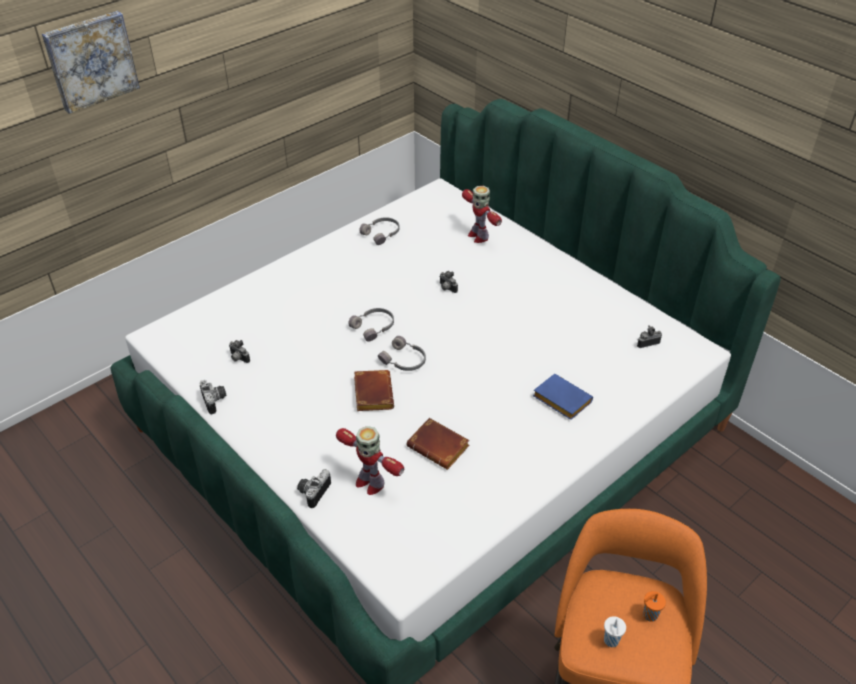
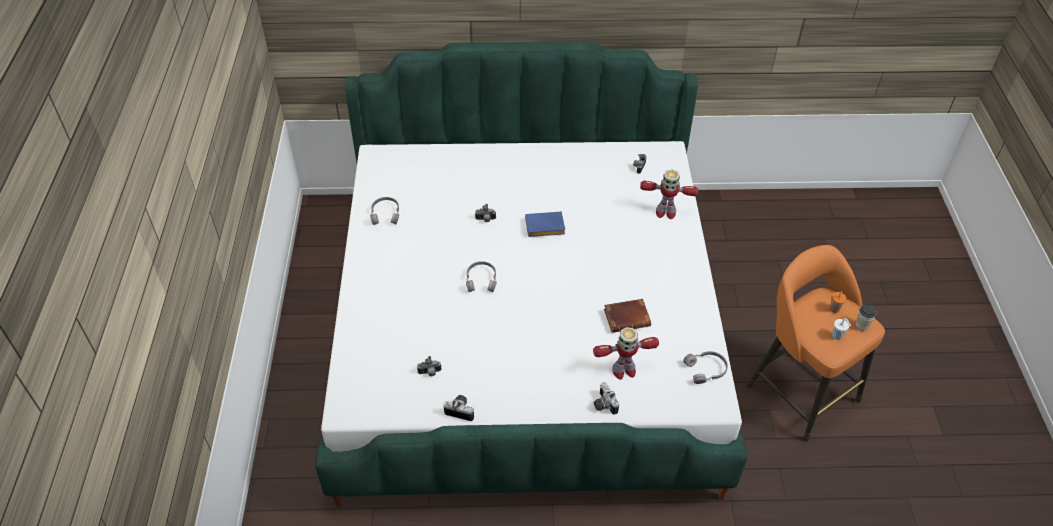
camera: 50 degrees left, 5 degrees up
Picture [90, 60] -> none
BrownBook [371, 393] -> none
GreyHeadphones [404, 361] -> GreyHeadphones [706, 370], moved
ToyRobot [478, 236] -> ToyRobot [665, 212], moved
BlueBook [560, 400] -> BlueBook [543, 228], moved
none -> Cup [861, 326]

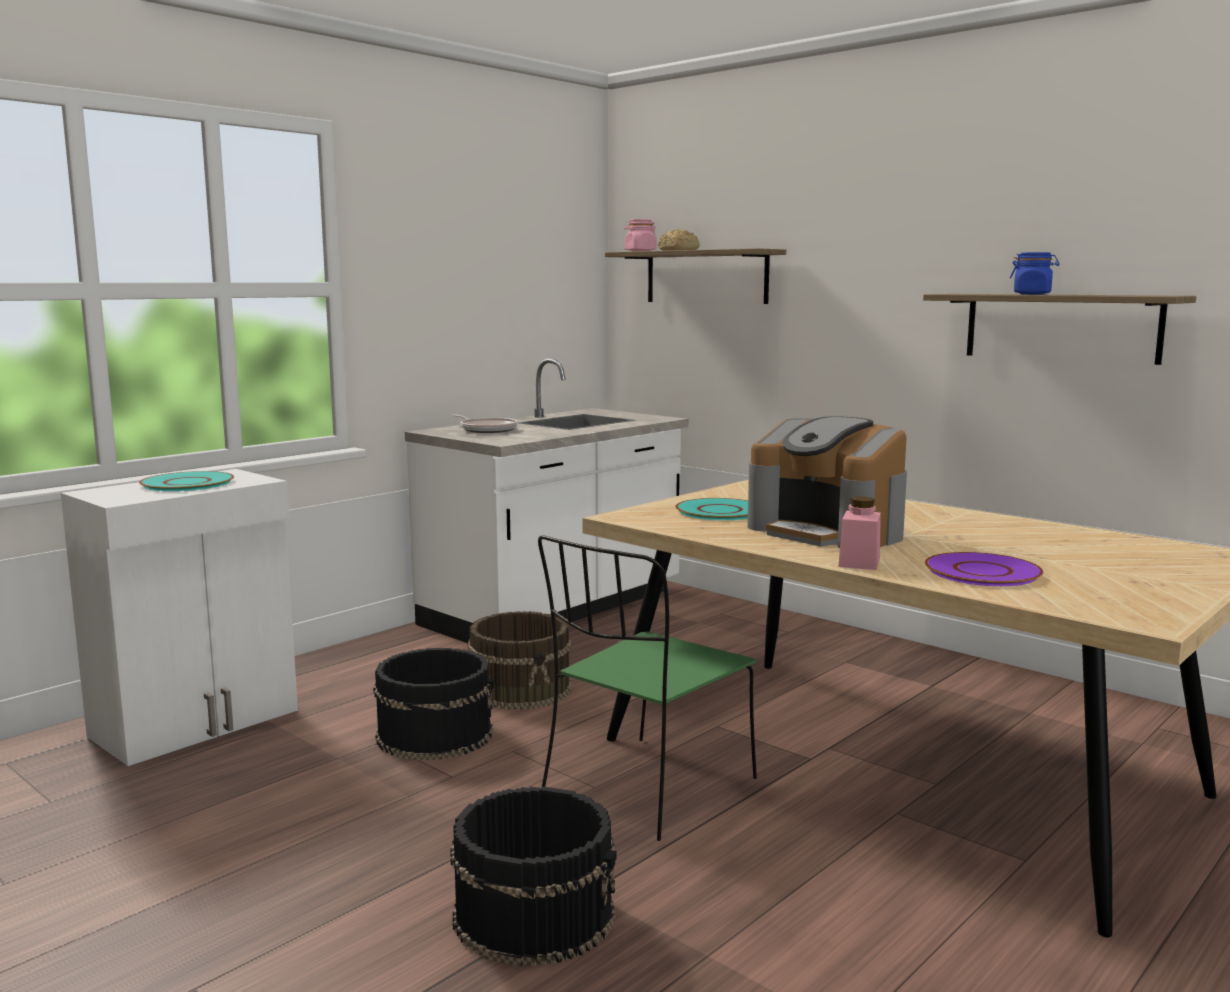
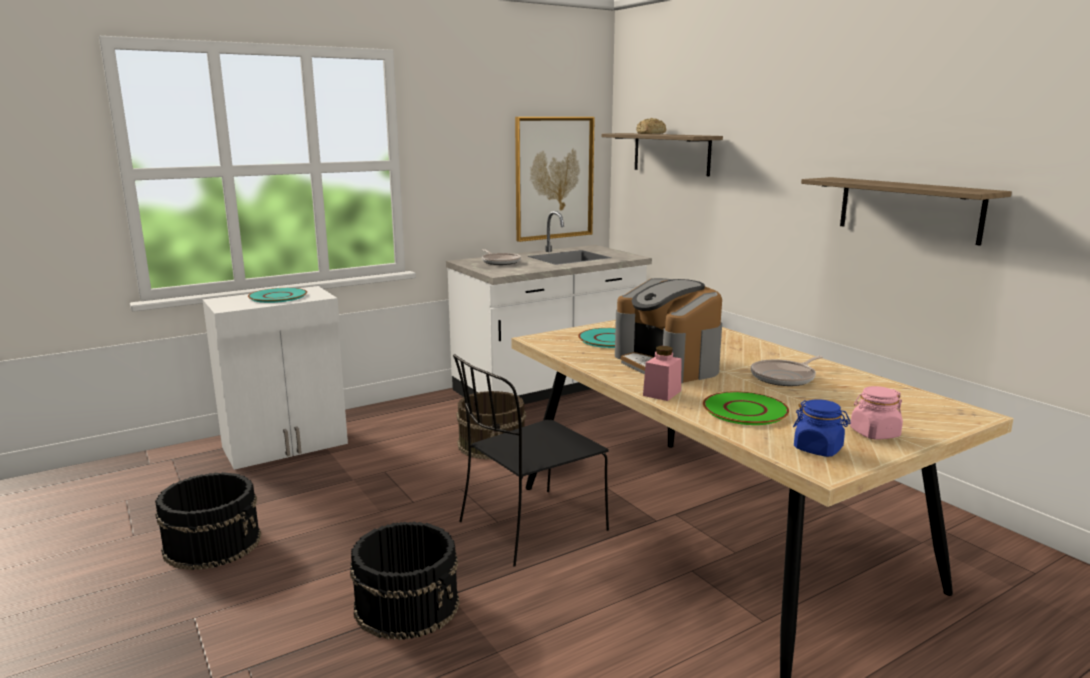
camera: 15 degrees right, 5 degrees up
BlackBucket [435, 734] -> BlackBucket [213, 543], moved
GreenChair [646, 789] -> BlackChair [530, 528]
PinkJar [640, 251] -> PinkJar [874, 433], moved
PurplePlate [982, 571] -> GreenPlate [745, 410]
BlueJar [1032, 294] -> BlueJar [818, 449], moved
none -> Picture [554, 178]
none -> FryingPan [785, 377]

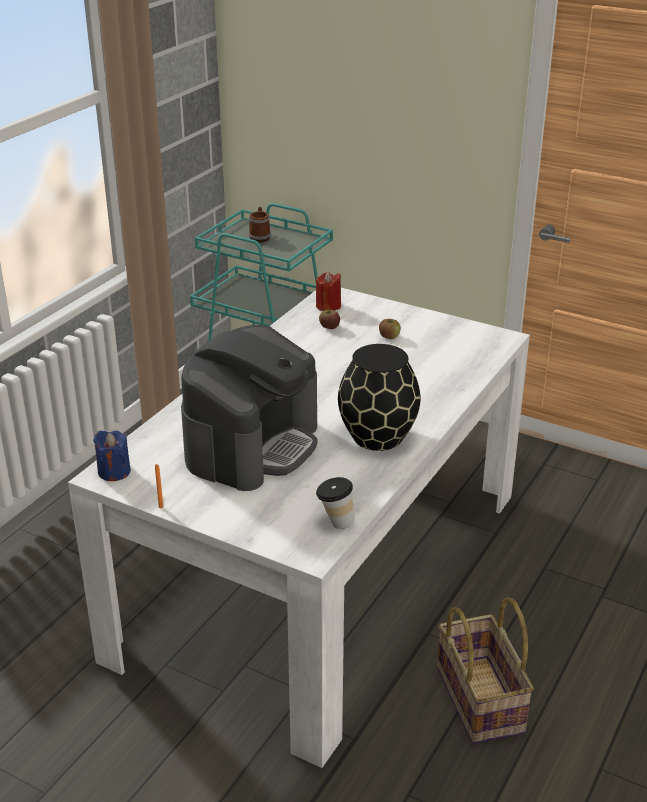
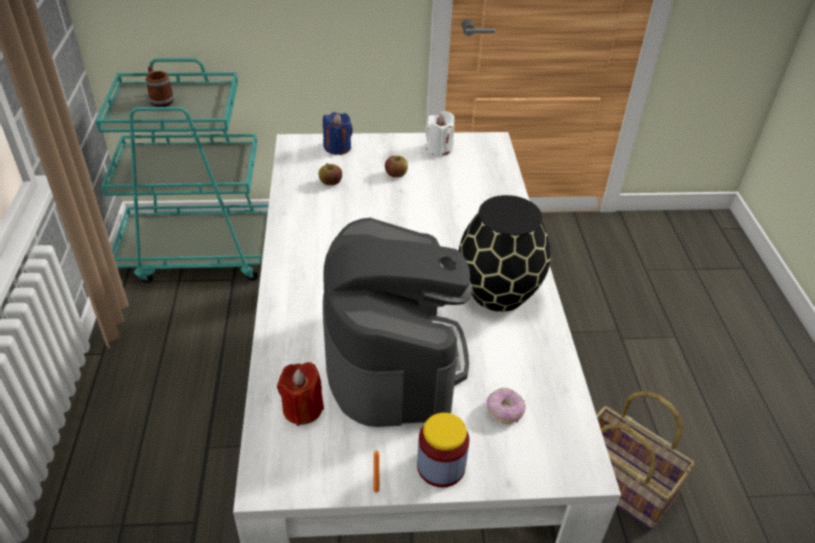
camera: 35 degrees left, 10 degrees up
BlueCandle [114, 472] -> BlueCandle [337, 147], moved
RedCandle [328, 306] -> RedCandle [302, 409], moved
Cup [335, 522] -> none
none -> Jar [441, 466]
none -> WhiteCandle [439, 148]
none -> Donut [504, 411]

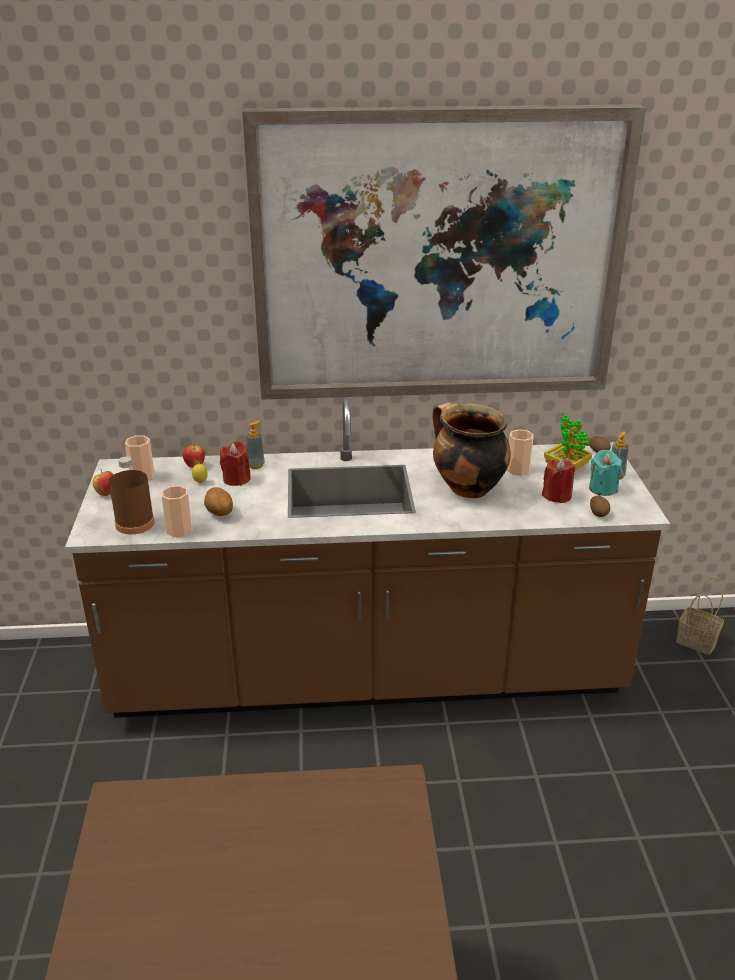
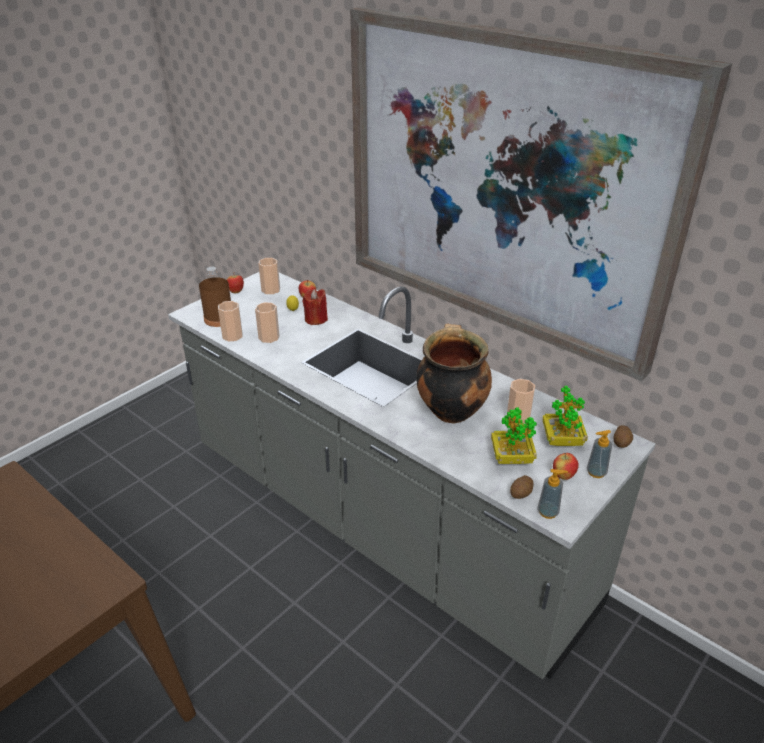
camera: 45 degrees right, 5 degrees up
BrownCounter [367, 675] -> GreyCounter [382, 524]
Potato [219, 513] -> Cup [269, 337]
SoapDispenser [256, 465] -> SoapDispenser [548, 512], moved
RedCandle [557, 496] -> PottedPlant [511, 458]
TurquoiseCandle [603, 489] -> Apple [563, 476]
Basket [698, 641] -> none

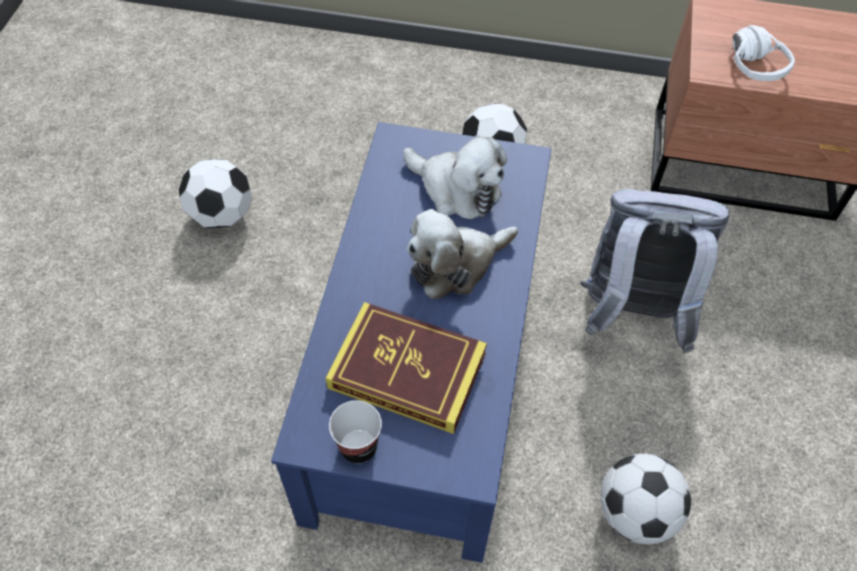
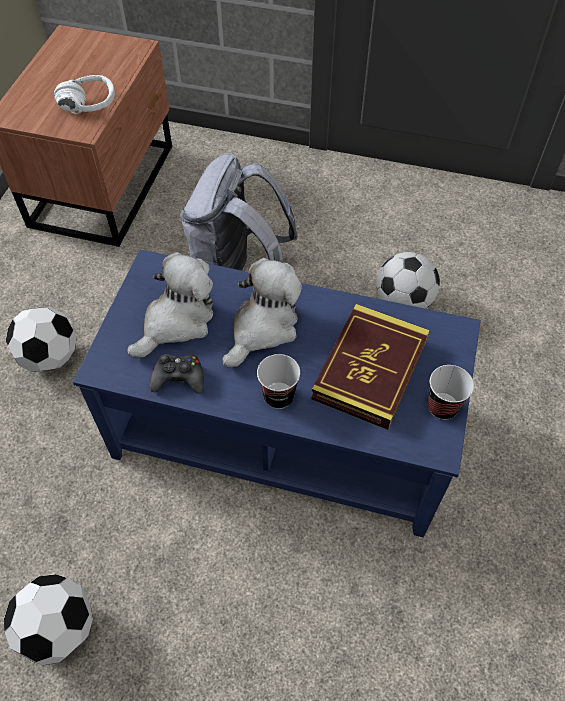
camera: 85 degrees left, 0 degrees up
PlushToy [456, 265] -> PlushToy [263, 327], 120 degrees counterclockwise
none -> BlackGameController [179, 378]
none -> Cup [278, 396]

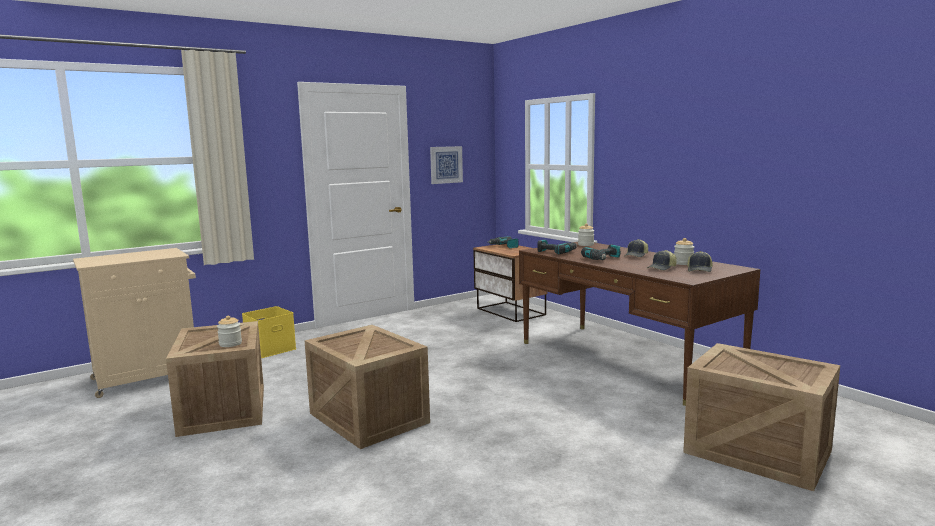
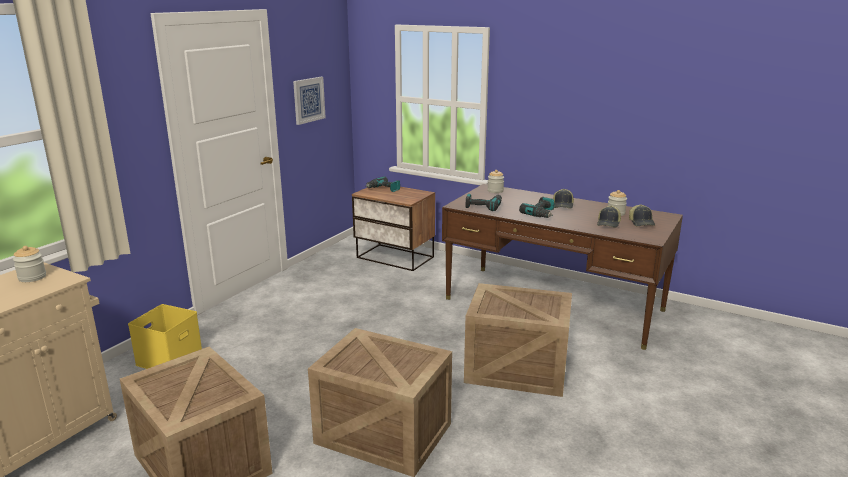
camera: 25 degrees left, 10 degrees up
Jar [230, 344] -> Jar [32, 277], moved
Crate [759, 452] -> Crate [518, 369], moved

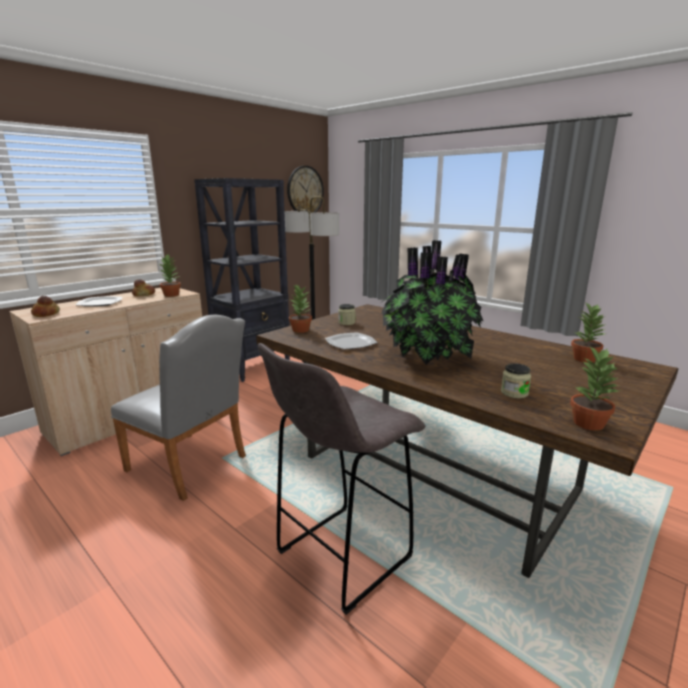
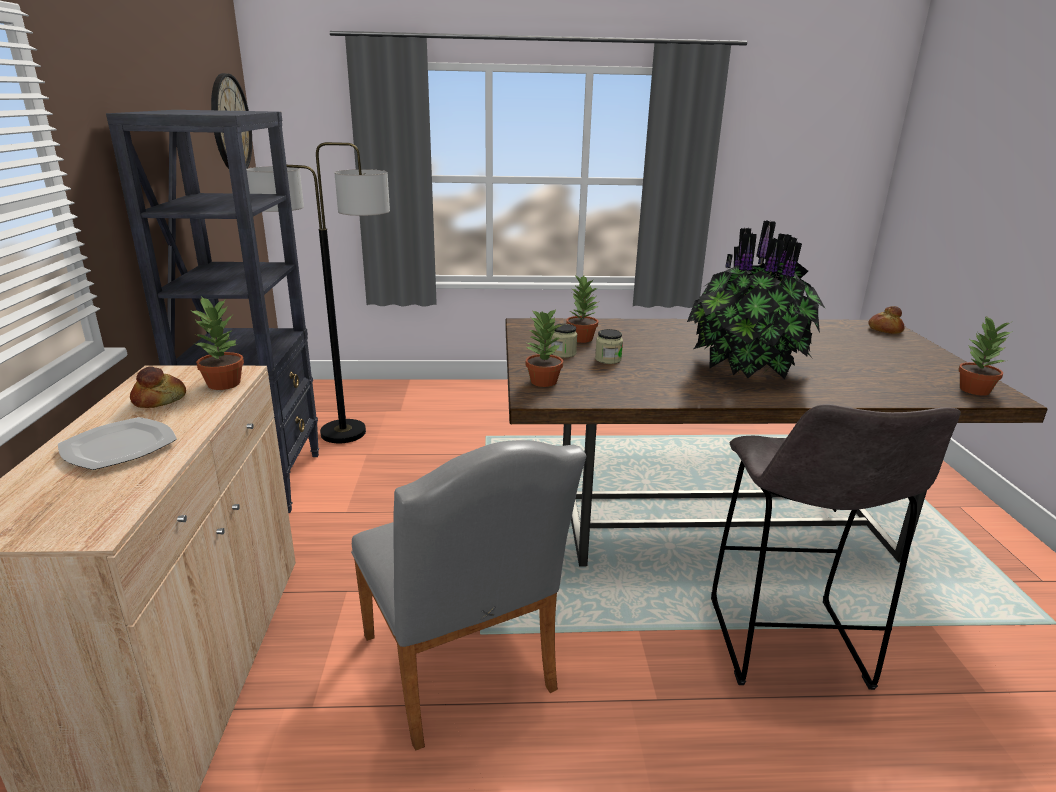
camera: 45 degrees left, 5 degrees up
Bread [46, 314] -> Bread [884, 330], moved
GreyChair [191, 466] -> GreyChair [461, 671], 75 degrees clockwise
Plate [351, 343] -> none
Jar [514, 393] -> Jar [608, 359], moved
PottedPlant [584, 359] -> PottedPlant [581, 338], moved

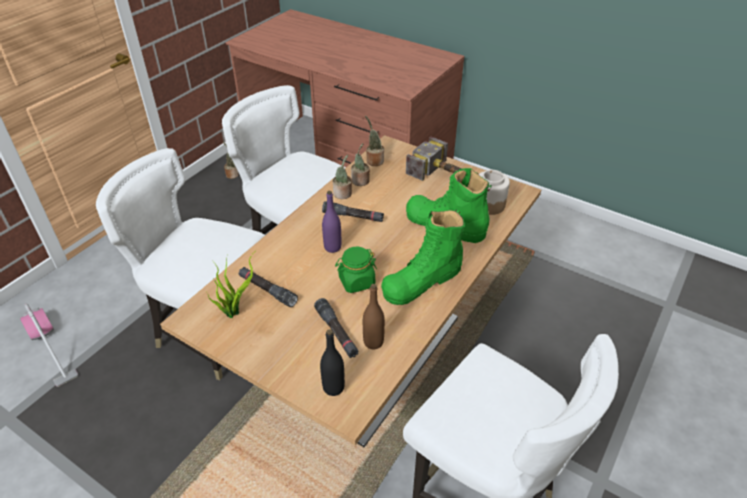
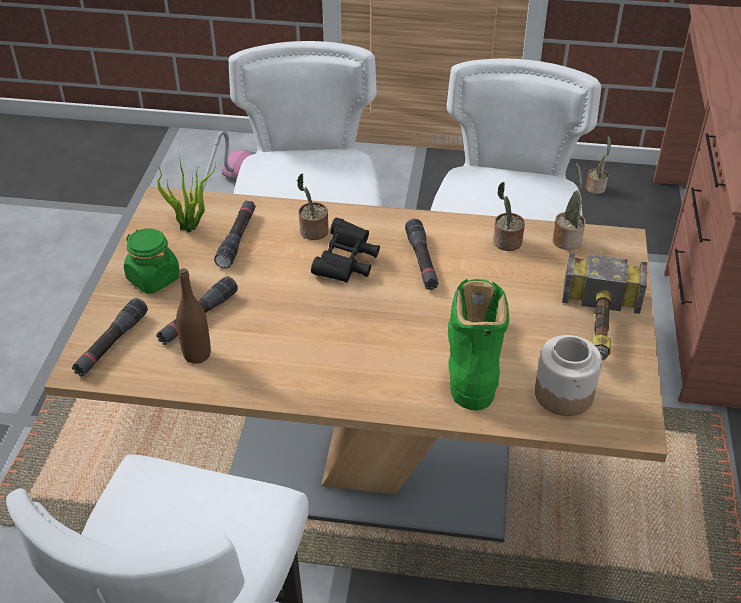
camera: 65 degrees right, 0 degrees up
BlackBottle [333, 387] -> BlackFlashlight [111, 344]
PurpleBottle [332, 247] -> BlackBinoculars [346, 264]
PottedPlant [343, 194] -> PottedPlant [312, 232], moved
GreenJar [356, 282] -> GreenJar [153, 278], moved
GreenBoot [422, 281] -> none

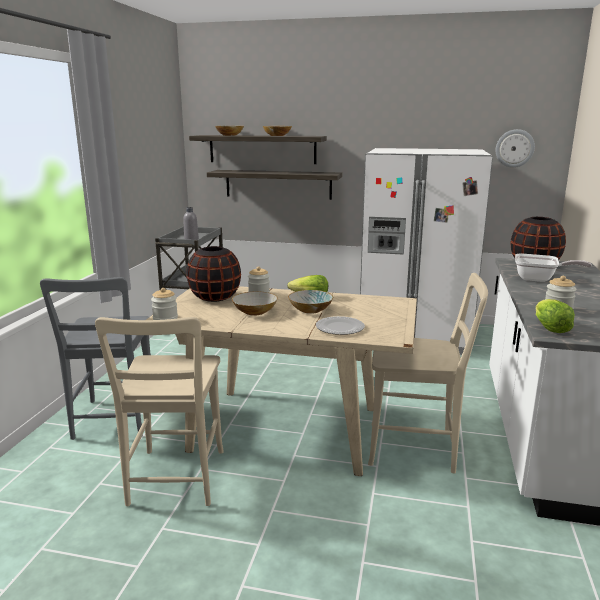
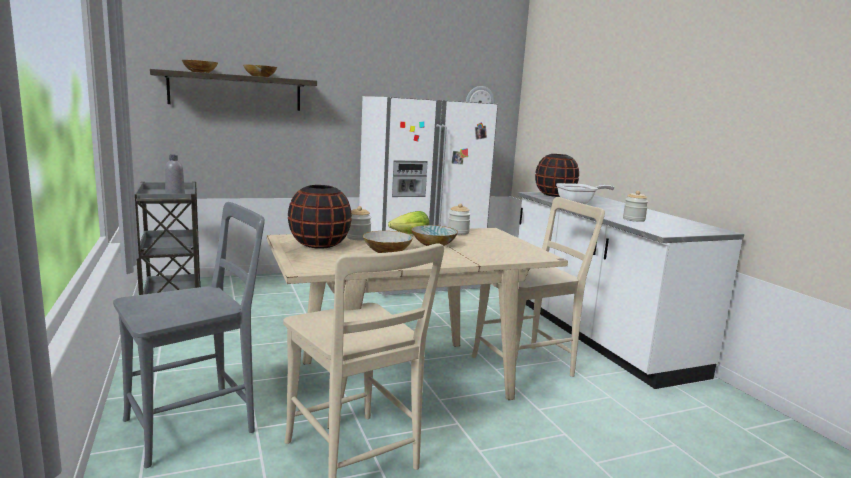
camera: 35 degrees left, 5 degrees down
GreyChair [114, 421] -> GreyChair [197, 424], 90 degrees counterclockwise
Jar [165, 319] -> Jar [458, 232], moved
Shelf [278, 184] -> none
Plate [340, 328] -> none
Lettuce [549, 328] -> none

